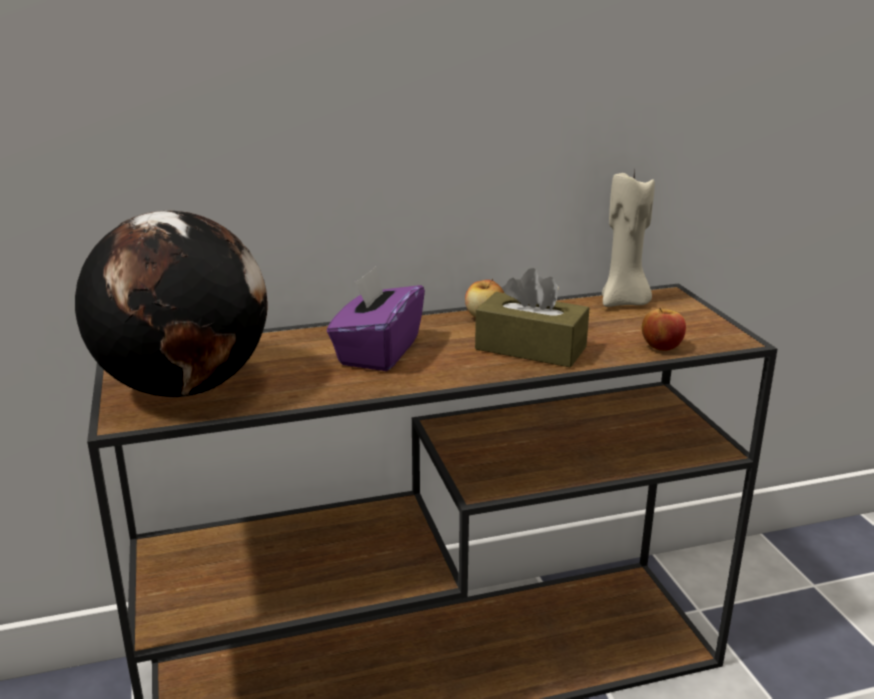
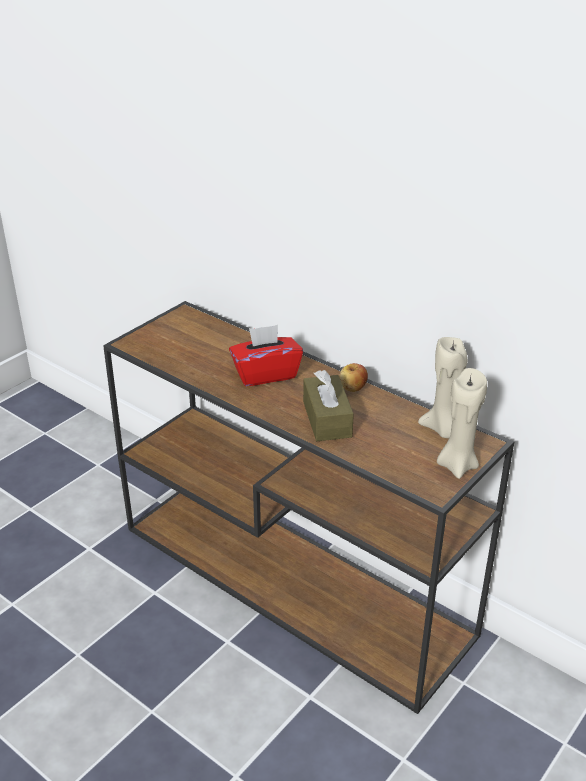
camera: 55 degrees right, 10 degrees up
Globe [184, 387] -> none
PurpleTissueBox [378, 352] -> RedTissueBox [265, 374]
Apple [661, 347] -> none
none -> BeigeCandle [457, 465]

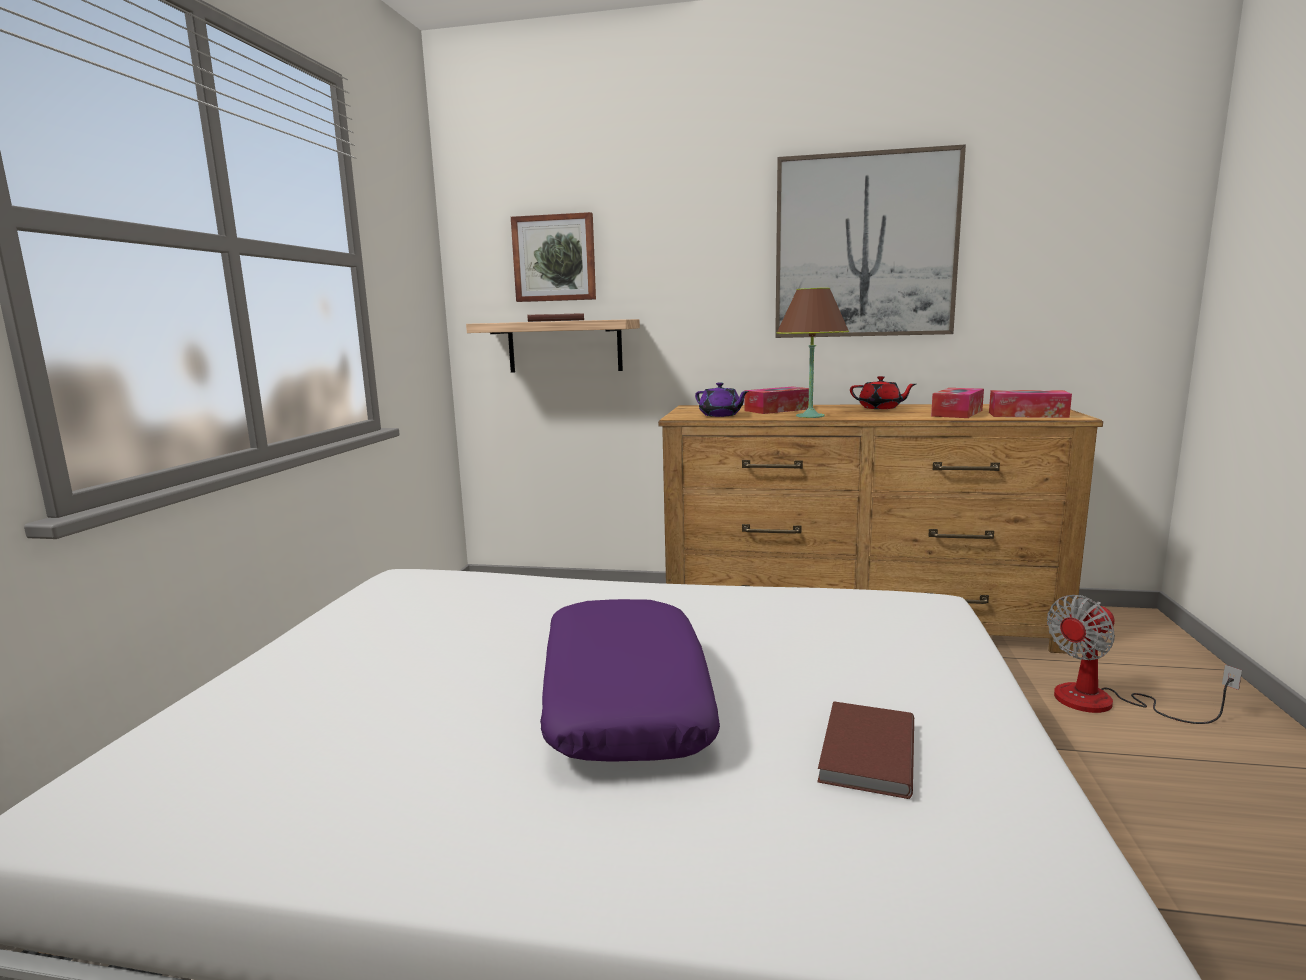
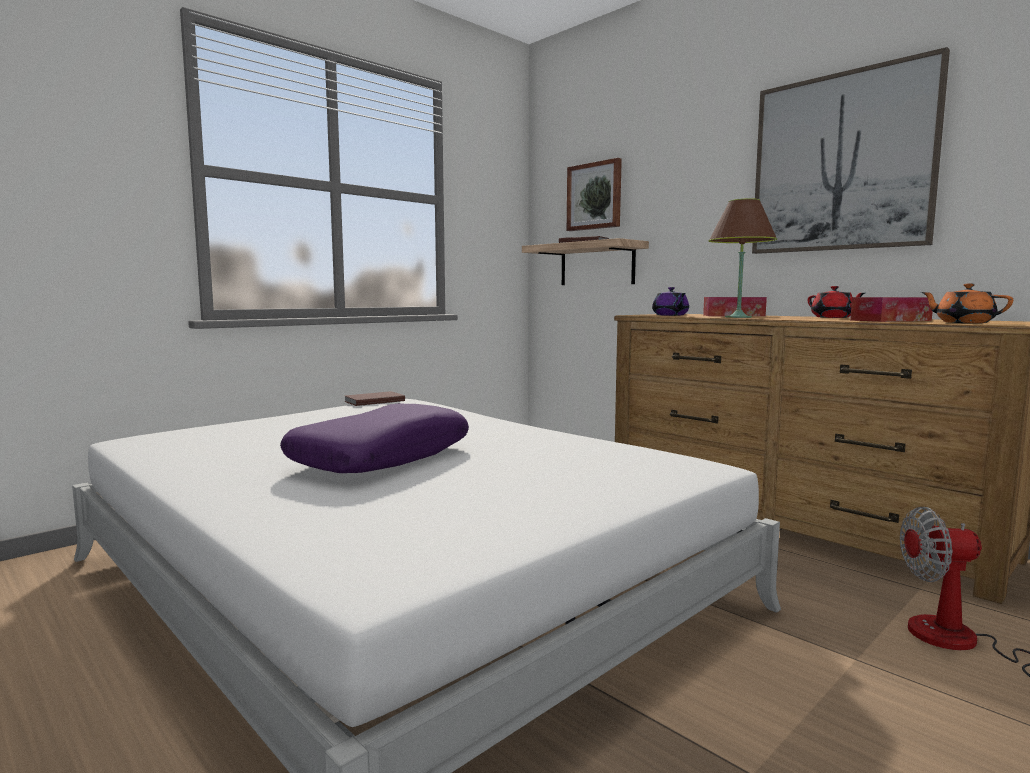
camera: 35 degrees right, 5 degrees down
BrownBook [864, 752] -> BrownBook [373, 401], moved
TissueBox [1027, 415] -> OrangeTeapot [963, 322]

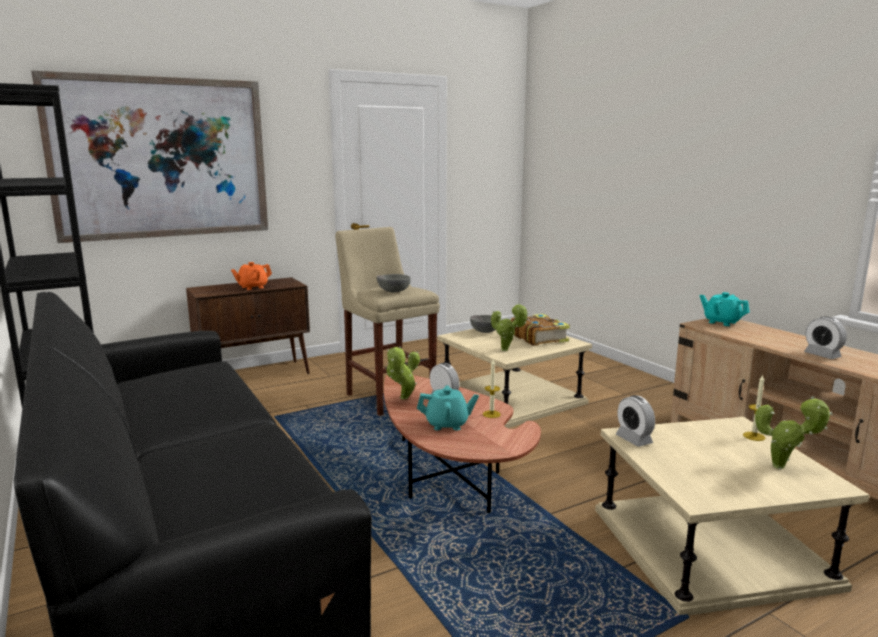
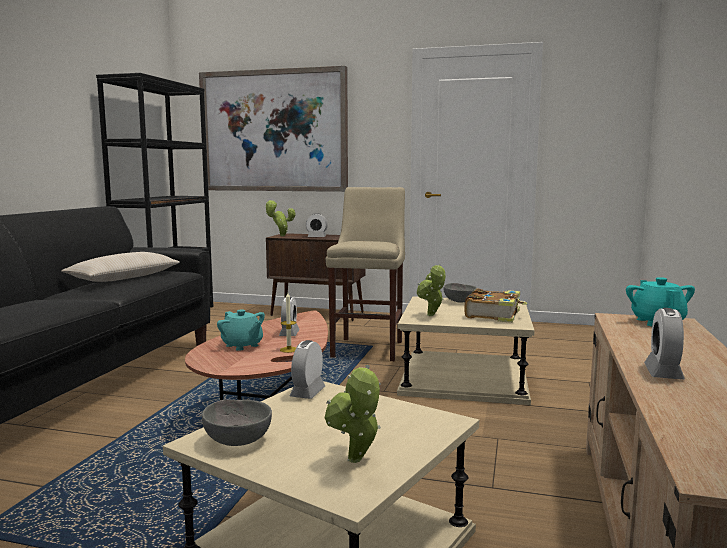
camera: 45 degrees right, 5 degrees down
OrangeTeapot [252, 287] -> AlarmClock [316, 237]
GreyBowl [393, 291] -> GreyBowl [238, 440], moved
PottedPlant [403, 399] -> PottedPlant [280, 236], moved
Candle [754, 436] -> none
none -> BeigePillow [124, 278]

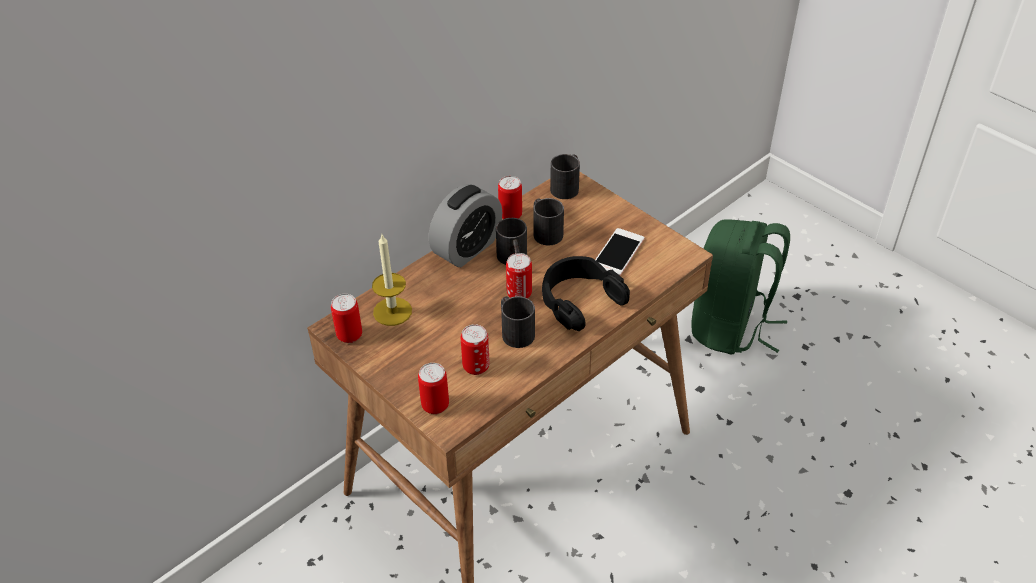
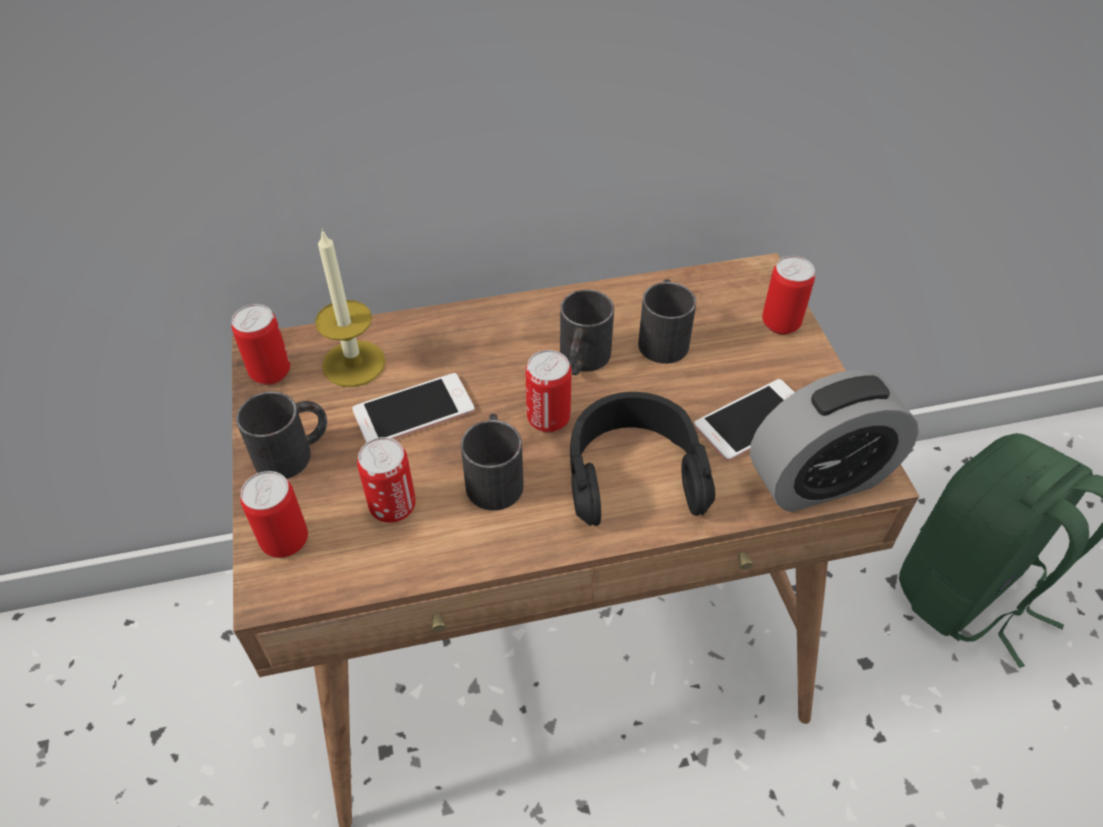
camera: 30 degrees right, 5 degrees up
AlarmClock [467, 248] -> AlarmClock [819, 479], moved
Can [510, 215] -> Can [781, 323], moved
BlackMug [567, 186] -> BlackMug [294, 452], moved
none -> Phone [413, 411]

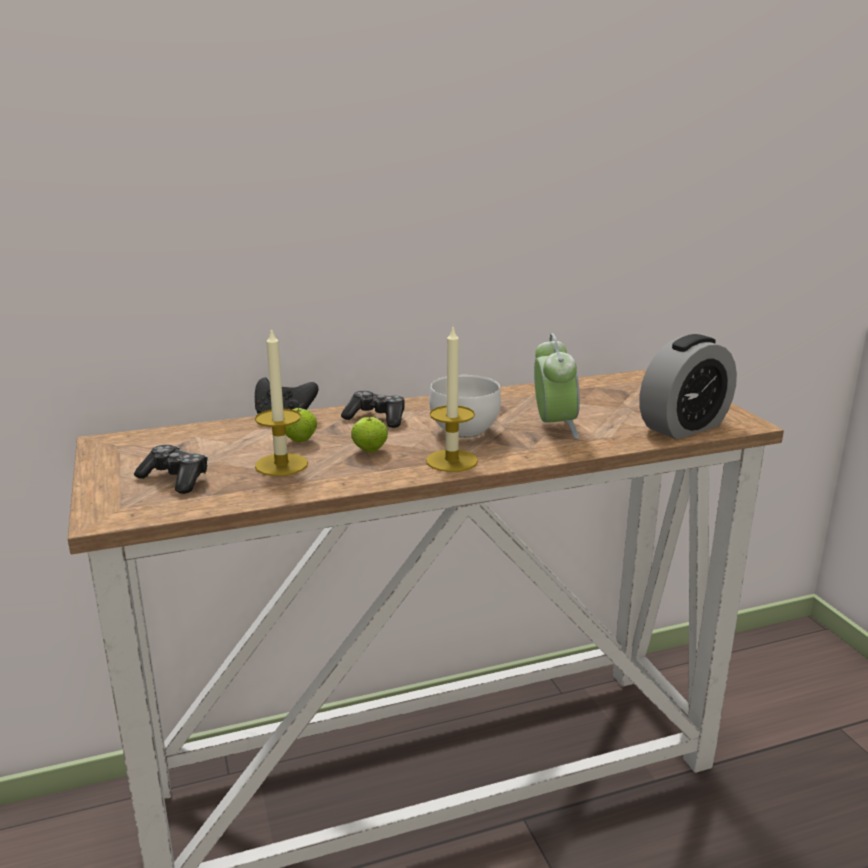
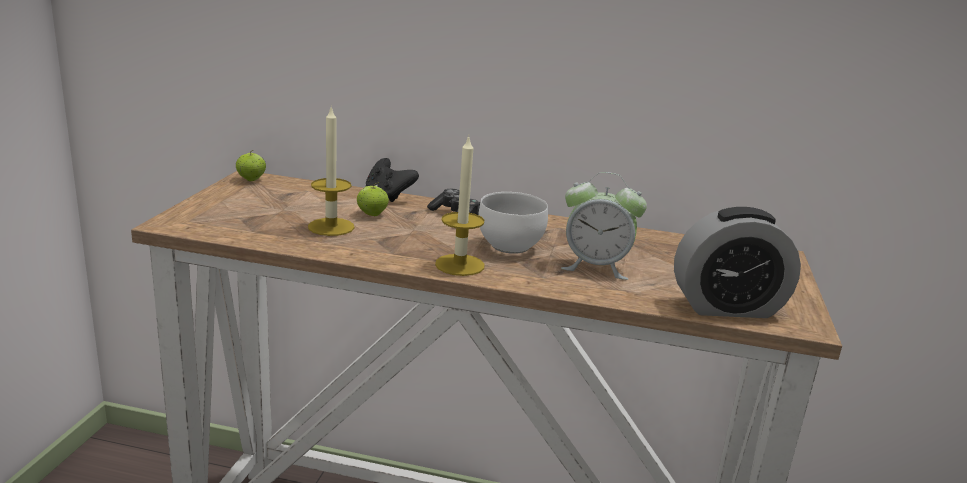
camera: 30 degrees right, 0 degrees up
GameController [175, 479] -> none
Apple [370, 450] -> Apple [251, 179], moved
AlarmClock [554, 426] -> AlarmClock [596, 267], 75 degrees clockwise

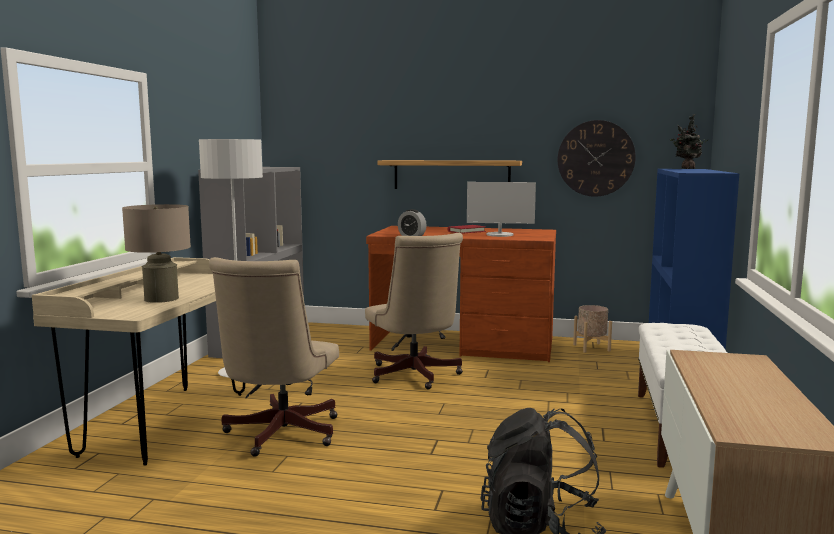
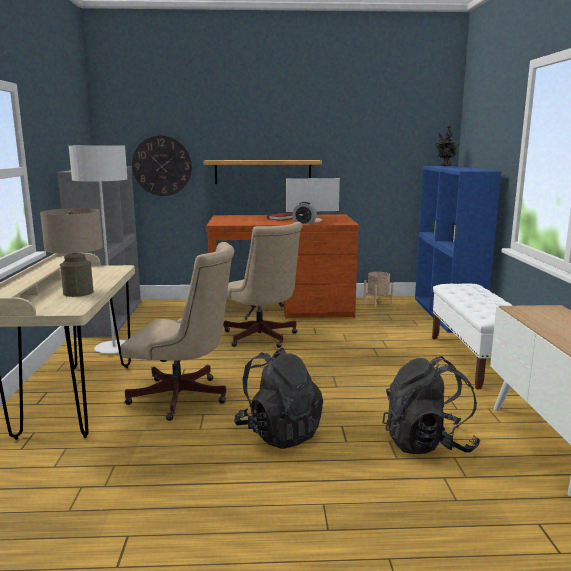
camera: 15 degrees left, 5 degrees up
BeigeOfficeChair [278, 435] -> BeigeOfficeChair [184, 398], 75 degrees counterclockwise
AlarmClock [412, 235] -> AlarmClock [304, 223], moved
WallClock [596, 158] -> WallClock [162, 166], moved
none -> BlackBackpack [279, 433]

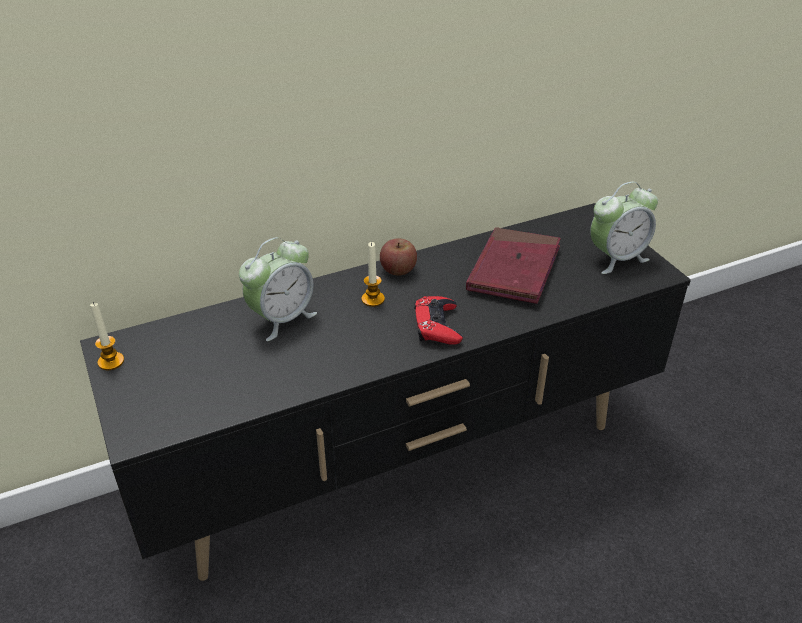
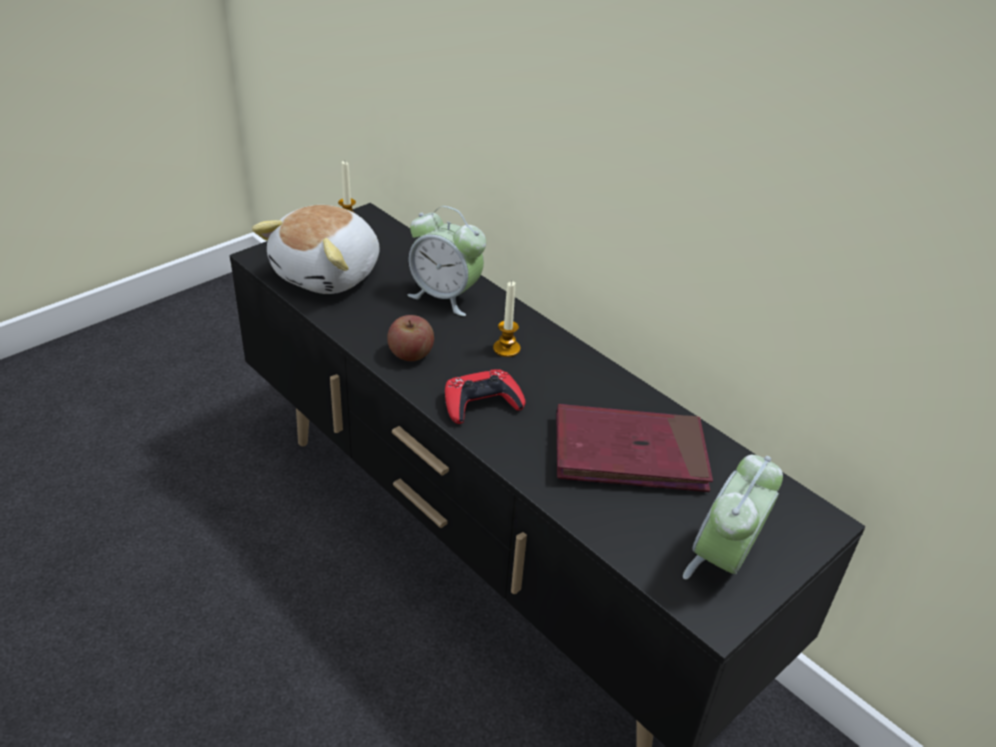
camera: 70 degrees right, 0 degrees up
Apple [398, 270] -> Apple [410, 354], moved
AlarmClock [616, 258] -> AlarmClock [723, 560], 75 degrees clockwise
none -> PlushToy [329, 274]

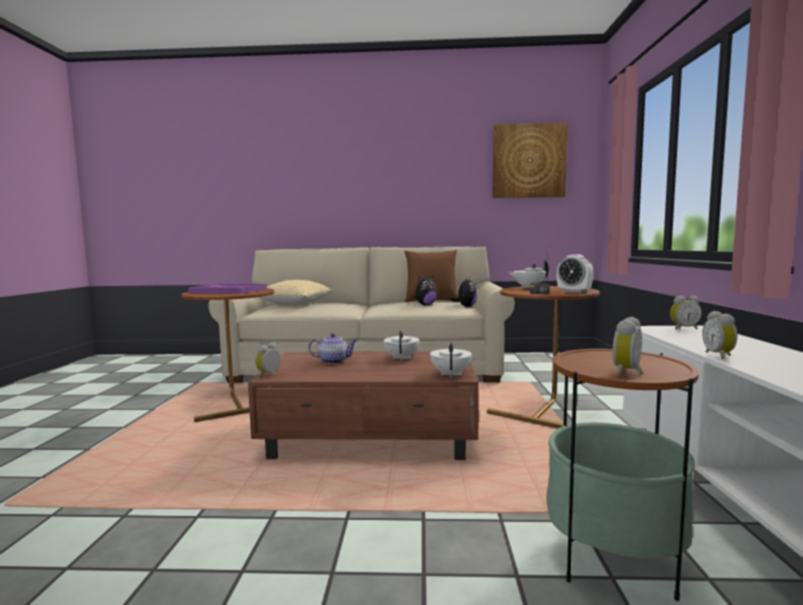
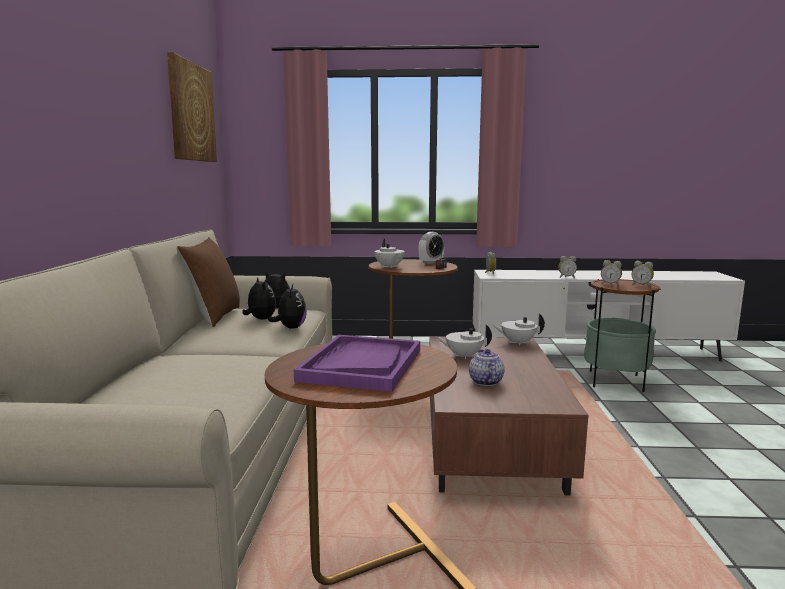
camera: 90 degrees left, 5 degrees up
AlarmClock [270, 375] -> AlarmClock [610, 284], moved
BeigePillow [295, 304] -> none
none -> PlushToy [290, 328]

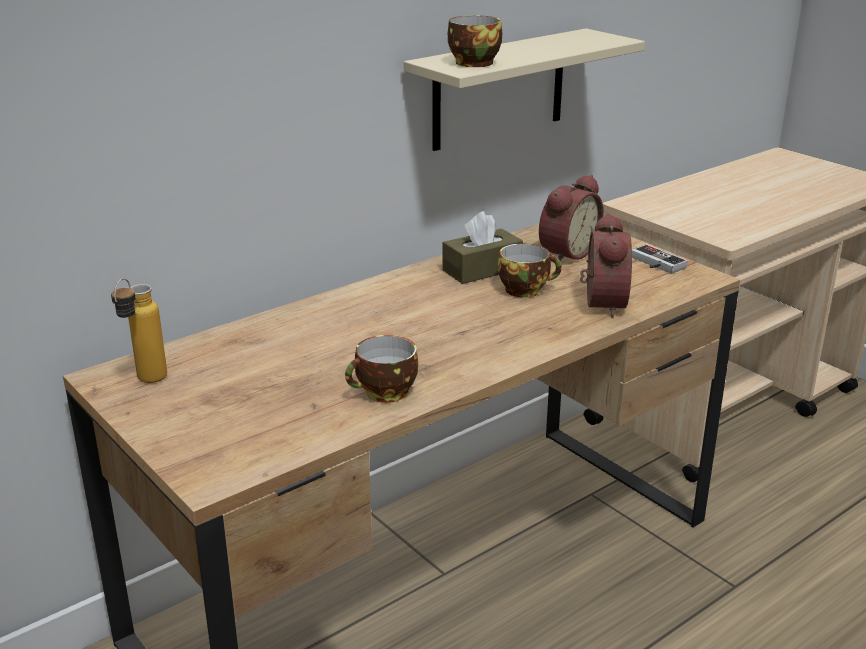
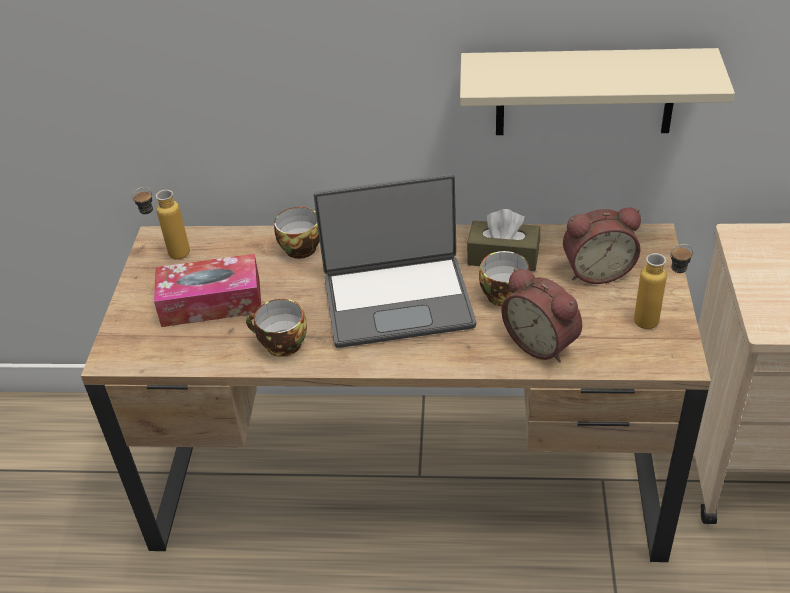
camera: 45 degrees right, 15 degrees up
Cup [471, 63] -> Cup [300, 247], moved
AlarmClock [600, 304] -> AlarmClock [542, 342], 90 degrees clockwise
GameController [654, 264] -> Bottle [656, 321]
none -> TissueBox [211, 302]
none -> Laptop [398, 300]

